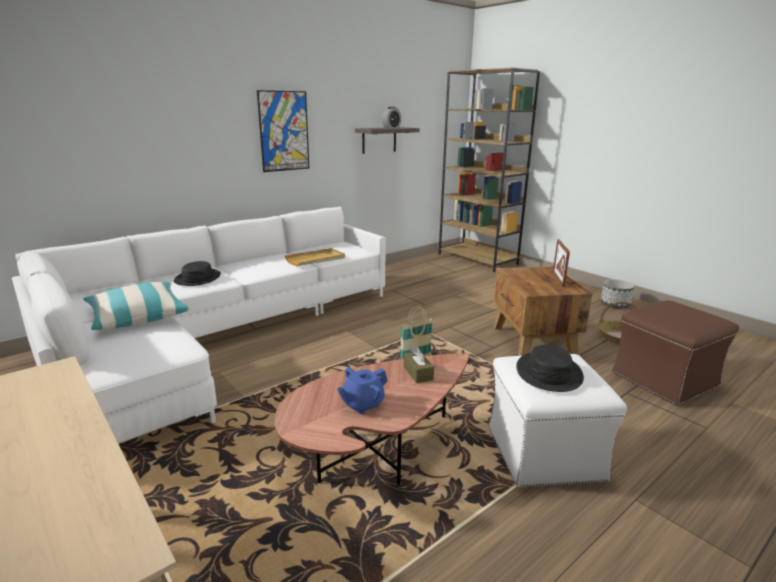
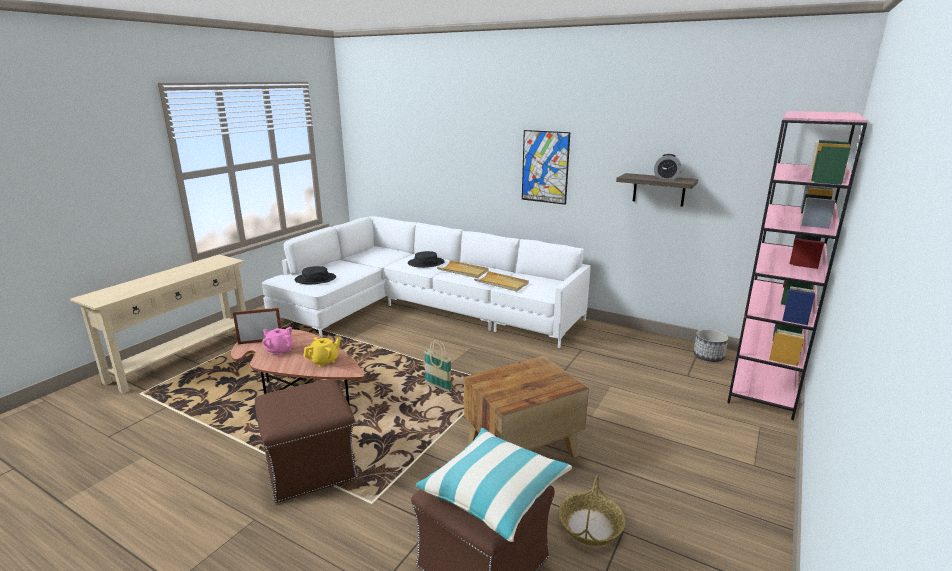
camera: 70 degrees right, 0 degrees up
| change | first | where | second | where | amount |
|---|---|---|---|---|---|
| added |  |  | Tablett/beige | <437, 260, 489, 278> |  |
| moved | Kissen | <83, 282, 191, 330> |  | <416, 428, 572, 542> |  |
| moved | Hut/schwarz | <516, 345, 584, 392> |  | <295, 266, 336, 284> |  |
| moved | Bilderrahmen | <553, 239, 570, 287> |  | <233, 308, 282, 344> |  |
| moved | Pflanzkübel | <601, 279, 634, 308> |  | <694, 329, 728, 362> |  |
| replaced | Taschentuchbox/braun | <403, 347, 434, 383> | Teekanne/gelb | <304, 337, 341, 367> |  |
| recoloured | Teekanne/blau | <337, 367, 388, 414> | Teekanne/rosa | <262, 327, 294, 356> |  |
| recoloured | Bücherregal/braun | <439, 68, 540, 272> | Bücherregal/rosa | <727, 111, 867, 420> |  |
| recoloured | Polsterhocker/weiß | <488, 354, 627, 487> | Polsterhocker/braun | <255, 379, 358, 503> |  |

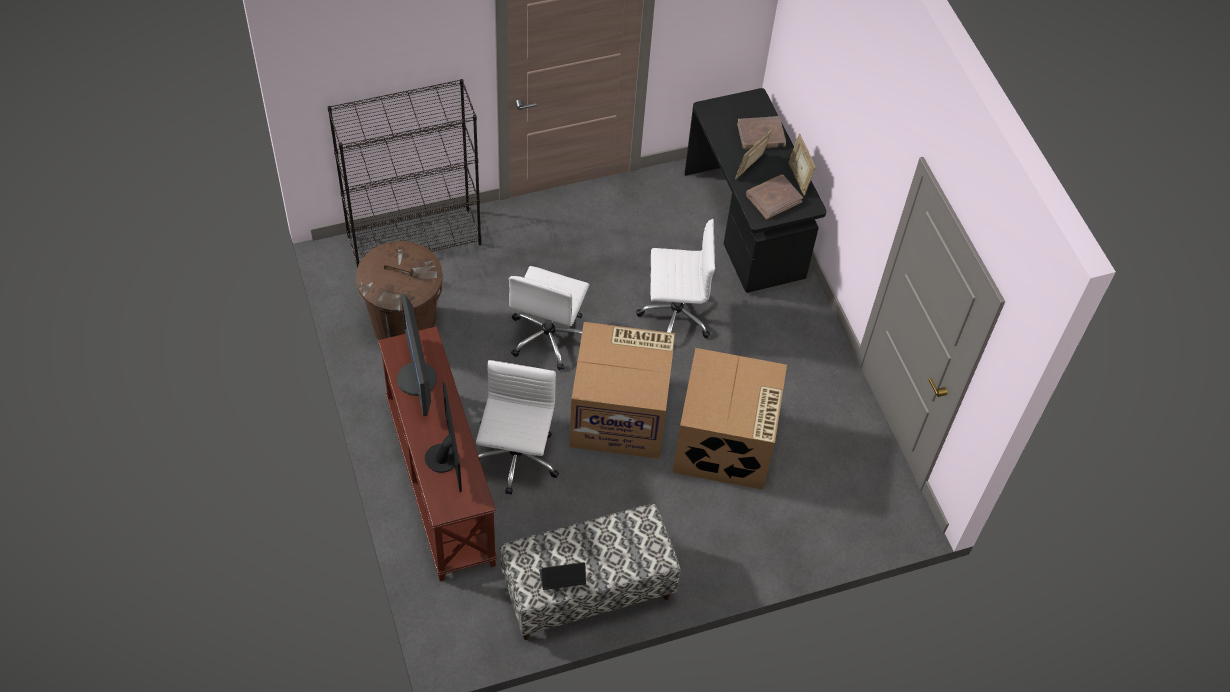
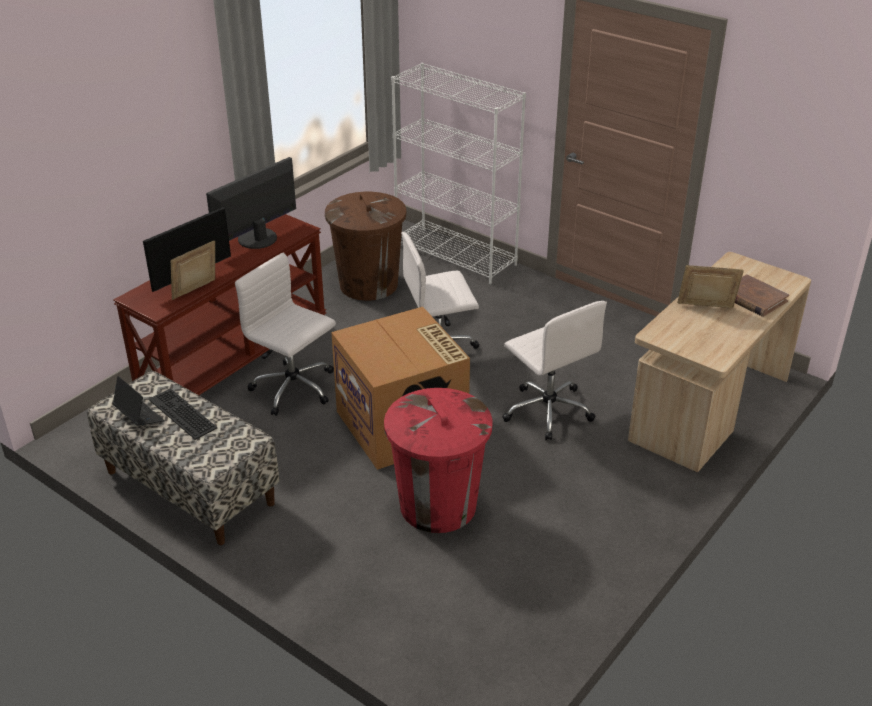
camera: 60 degrees right, 20 degrees down
| change | first | where | second | where | amount |
|---|---|---|---|---|---|
| removed | Buch/braun | <746, 174, 803, 219> |  |  |  |
| added |  |  | Tastatur | <149, 388, 217, 440> |  |
| moved | Bilderrahmen | <789, 134, 816, 196> |  | <171, 241, 215, 300> |  |
| replaced | Karton | <673, 348, 787, 490> | Mülleimer/rot | <384, 388, 493, 533> |  |
| recoloured | Bücherregal/schwarz | <327, 79, 481, 268> | Bücherregal/weiß | <391, 63, 526, 284> |  |
| recoloured | Schreibtisch/schwarz | <684, 88, 827, 293> | Schreibtisch/beige | <628, 252, 811, 473> |  |
| turned | Bürostuhl/weiß | <476, 360, 559, 495> |  | <235, 253, 336, 416> | 120 degrees counterclockwise |

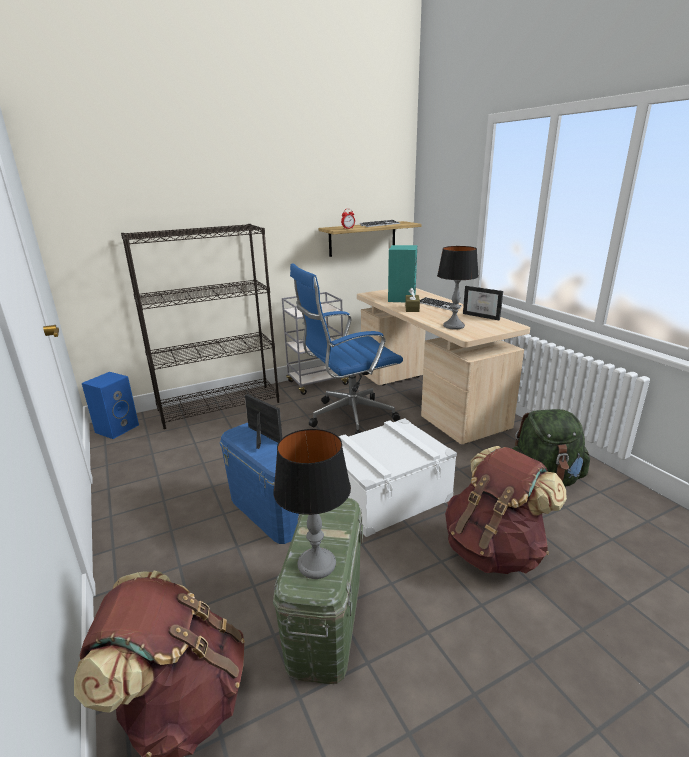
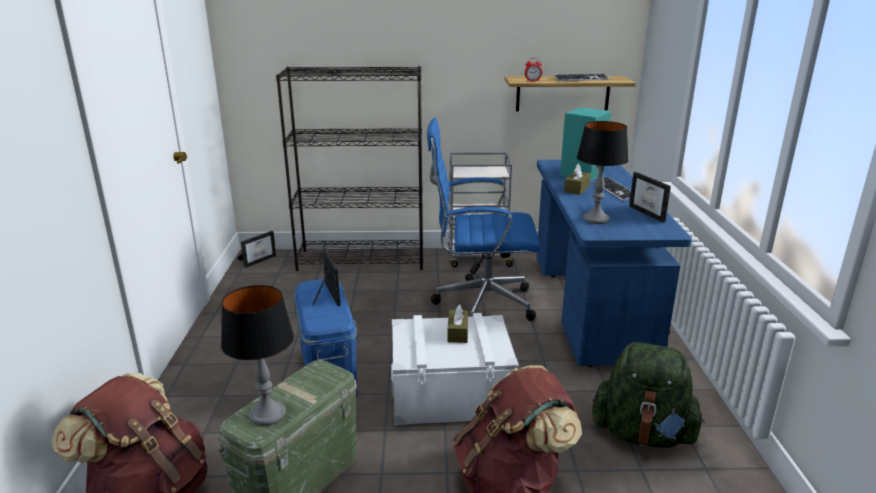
camera: 25 degrees right, 0 degrees up
| change | first | where | second | where | amount |
|---|---|---|---|---|---|
| added |  |  | Taschentuchbox/braun | <448, 305, 468, 343> |  |
| replaced | Lautsprecher/blau | <82, 372, 139, 439> | Bilderrahmen | <238, 231, 276, 268> |  |
| recoloured | Schreibtisch/beige | <357, 288, 530, 444> | Schreibtisch/blau | <537, 160, 692, 367> |  |

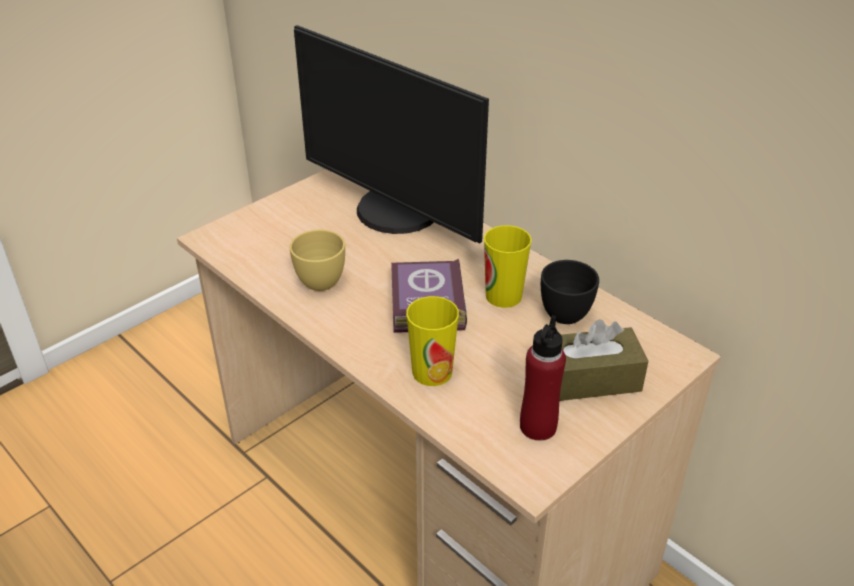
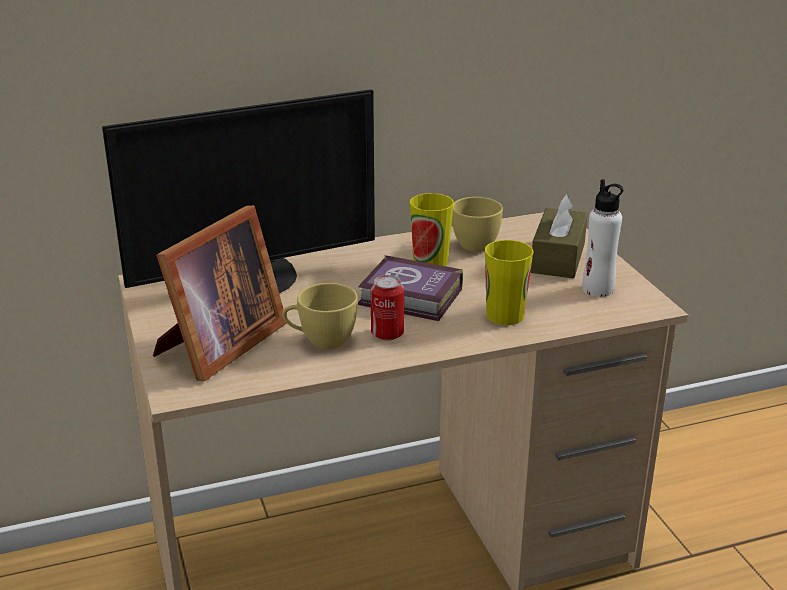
camera: 65 degrees left, 10 degrees down
| change | first | where | second | where | amount |
|---|---|---|---|---|---|
| added |  |  | Bilderrahmen | <153, 205, 287, 381> |  |
| added |  |  | Dose | <371, 275, 404, 341> |  |
| recoloured | Flasche/rot | <520, 315, 566, 441> | Flasche/weiß | <583, 179, 623, 297> |  |
| recoloured | Tasse/schwarz | <541, 260, 599, 324> | Tasse/gelb | <451, 197, 503, 252> |  |

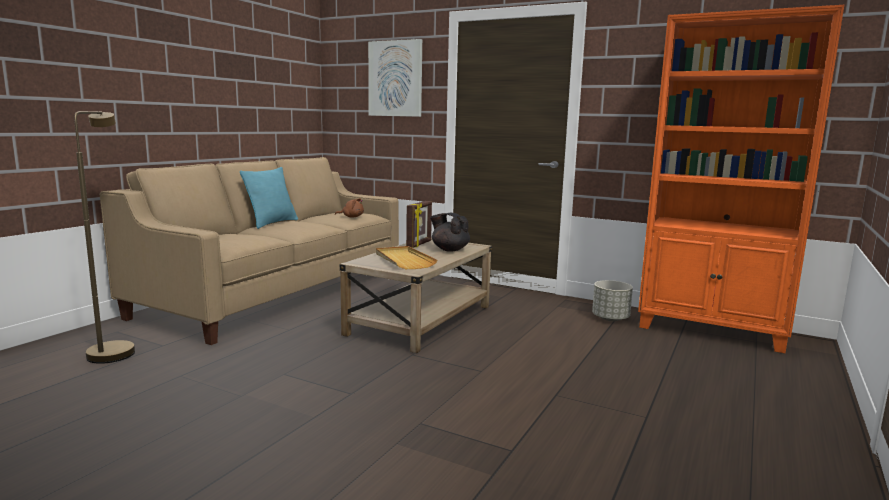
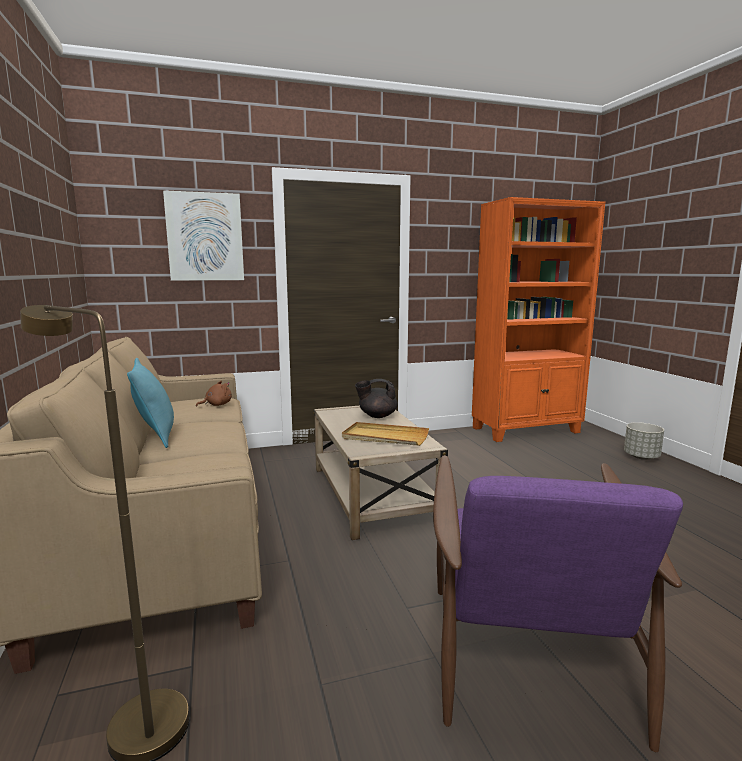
camera: 45 degrees left, 0 degrees up
| change | first | where | second | where | amount |
|---|---|---|---|---|---|
| removed | Bilderrahmen | <406, 201, 432, 248> |  |  |  |
| added |  |  | Sessel/lila | <433, 455, 683, 752> |  |
| moved | Pflanzkübel/grau | <592, 280, 633, 321> |  | <624, 422, 664, 460> |  |

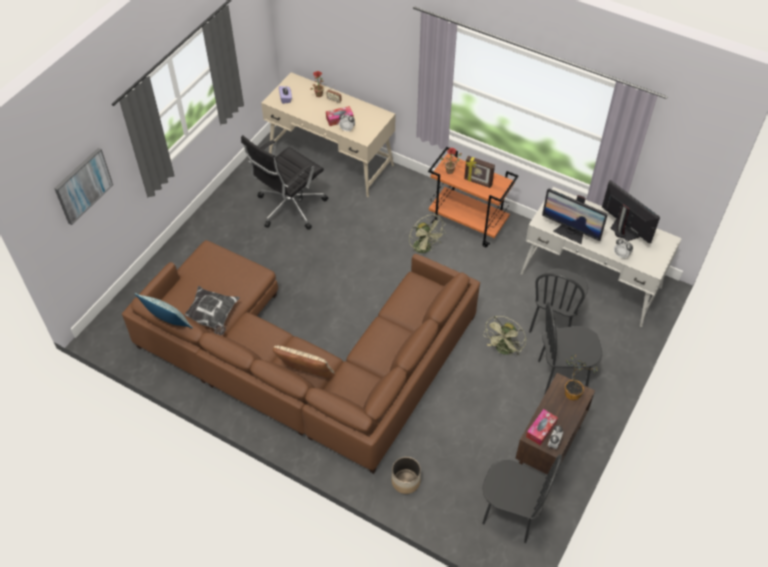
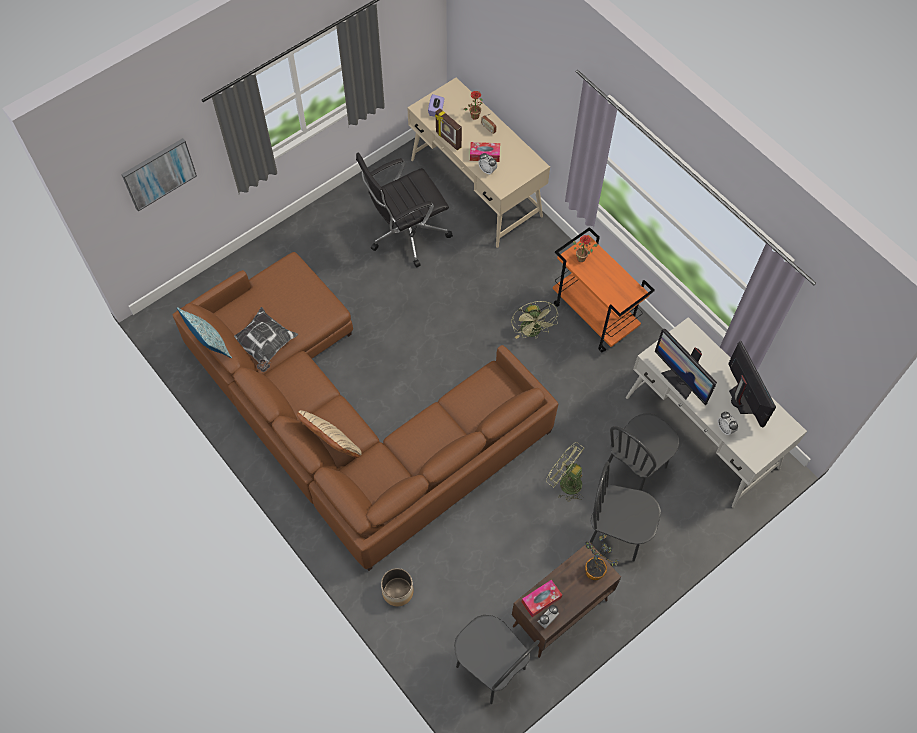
camera: 20 degrees right, 10 degrees up
| change | first | where | second | where | amount |
|---|---|---|---|---|---|
| moved | Bilderrahmen | <464, 156, 495, 188> |  | <435, 109, 462, 150> |  |
| turned | Ventilator/grün | <483, 316, 526, 356> |  | <546, 442, 584, 502> | 75 degrees clockwise |

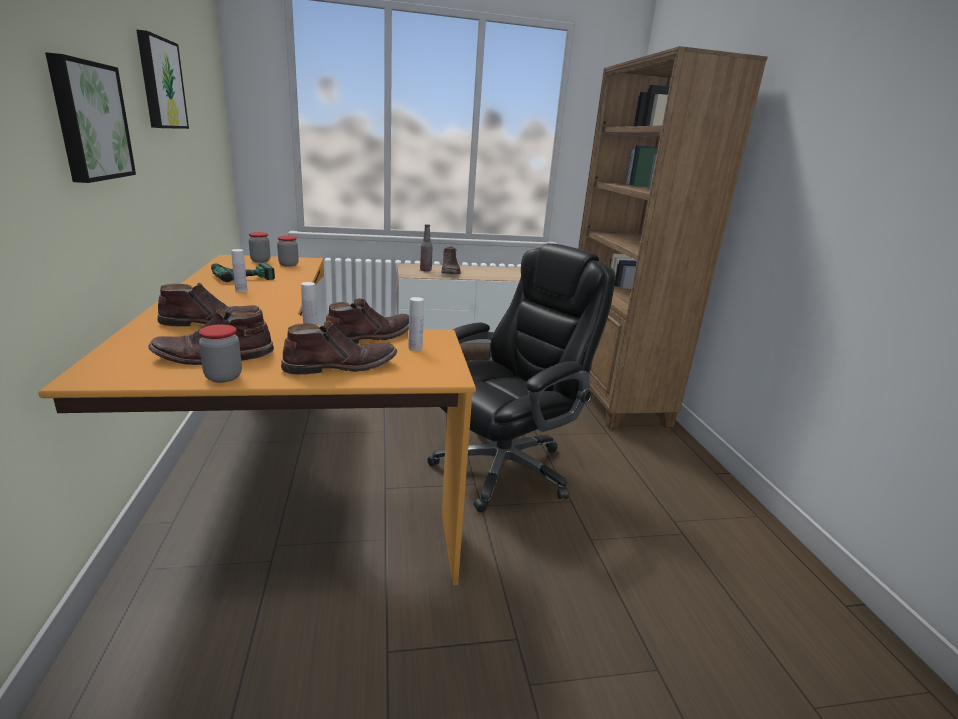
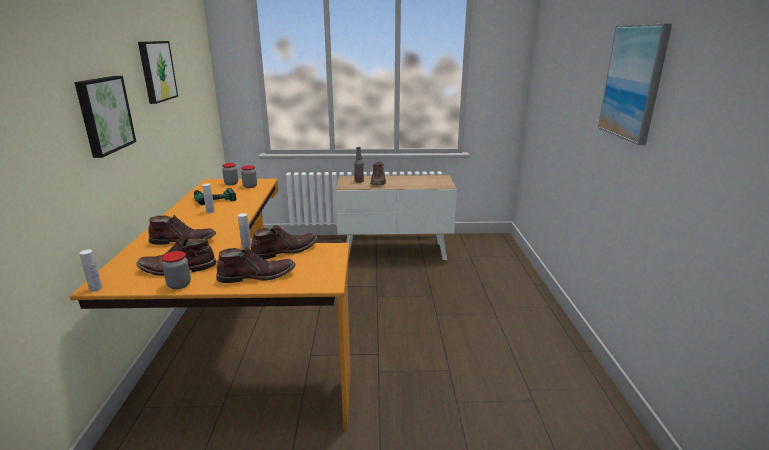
camera: 10 degrees right, 0 degrees up
| change | first | where | second | where | amount |
|---|---|---|---|---|---|
| removed | Bürostuhl/schwarz | <427, 243, 615, 513> |  |  |  |
| removed | Bücherregal/braun | <578, 46, 768, 429> |  |  |  |
| added |  |  | Bild | <598, 24, 672, 145> |  |
| moved | Flasche/weiß | <408, 297, 424, 351> |  | <79, 250, 102, 292> |  |

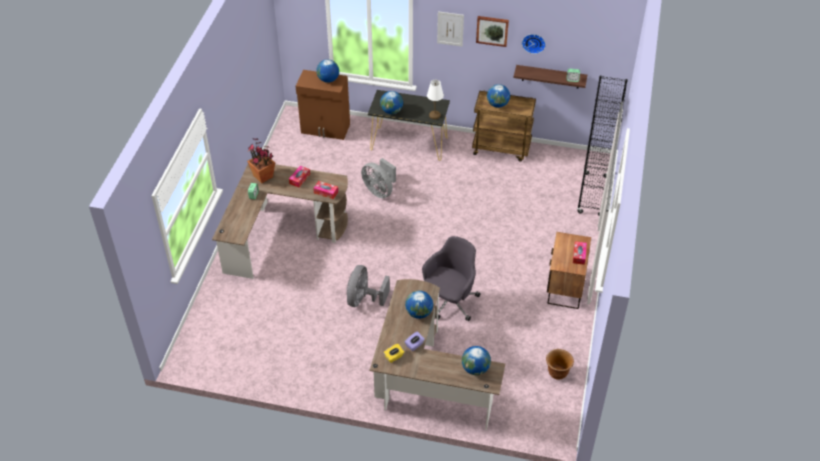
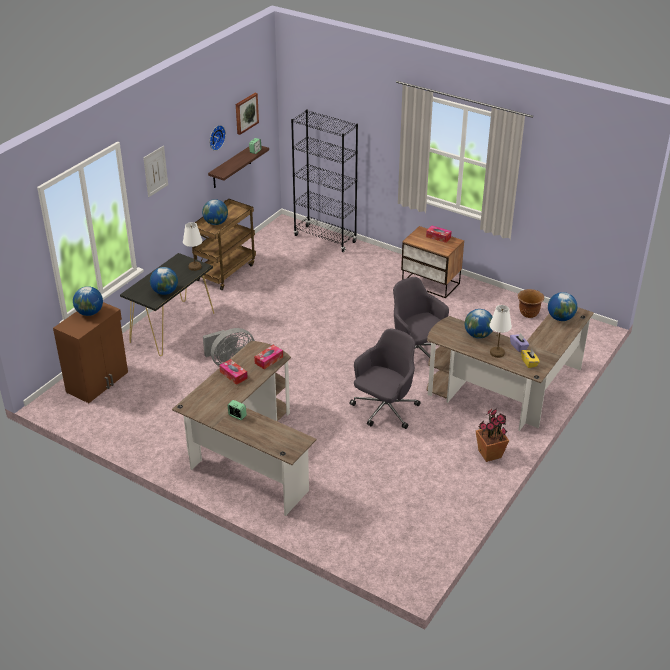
camera: 70 degrees left, 10 degrees down
| change | first | where | second | where | amount |
|---|---|---|---|---|---|
| added |  |  | Tischlampe/weiß | <490, 305, 512, 358> |  |
| moved | Topfpflanze | <247, 139, 275, 184> |  | <475, 409, 509, 462> |  |
| moved | Bild | <476, 16, 509, 47> |  | <236, 93, 259, 135> |  |
| replaced | Ventilator/grau | <347, 265, 390, 307> | Bürostuhl/grau | <349, 329, 421, 429> |  |

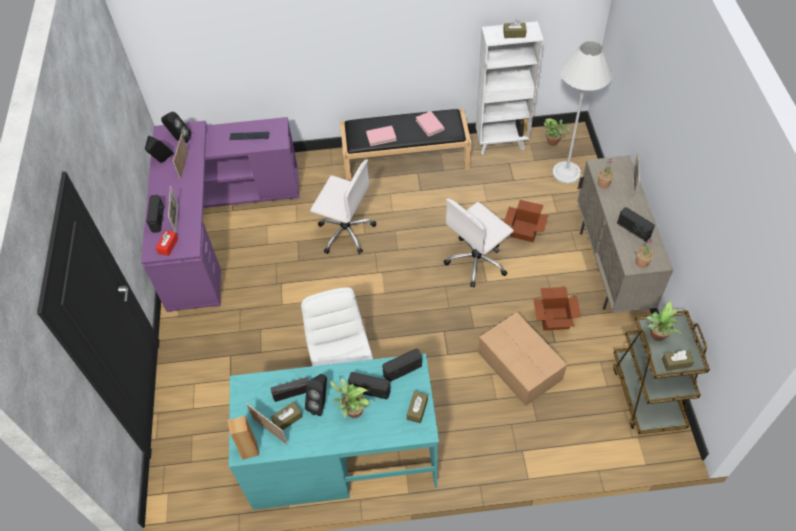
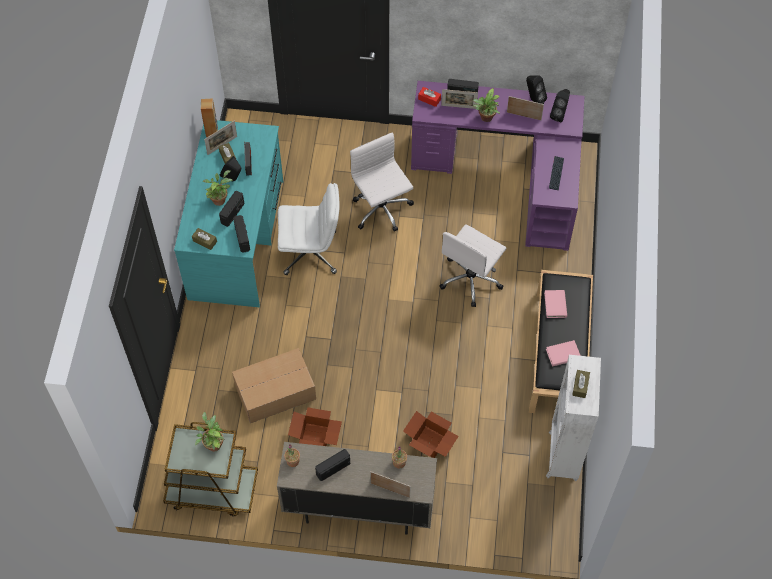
camera: 100 degrees right, 5 degrees up
| change | first | where | second | where | amount |
|---|---|---|---|---|---|
| removed | Stehlampe/weiß | <552, 41, 613, 184> |  |  |  |
| removed | Taschentuchbox/braun | <662, 350, 694, 371> |  |  |  |
| moved | Bürostuhl/weiß | <444, 198, 514, 288> |  | <350, 133, 414, 232> |  |
| moved | Topfpflanze | <544, 118, 570, 146> |  | <472, 88, 500, 122> |  |

